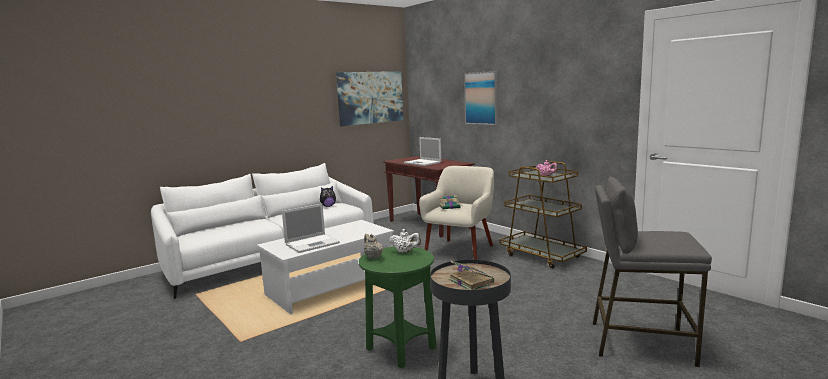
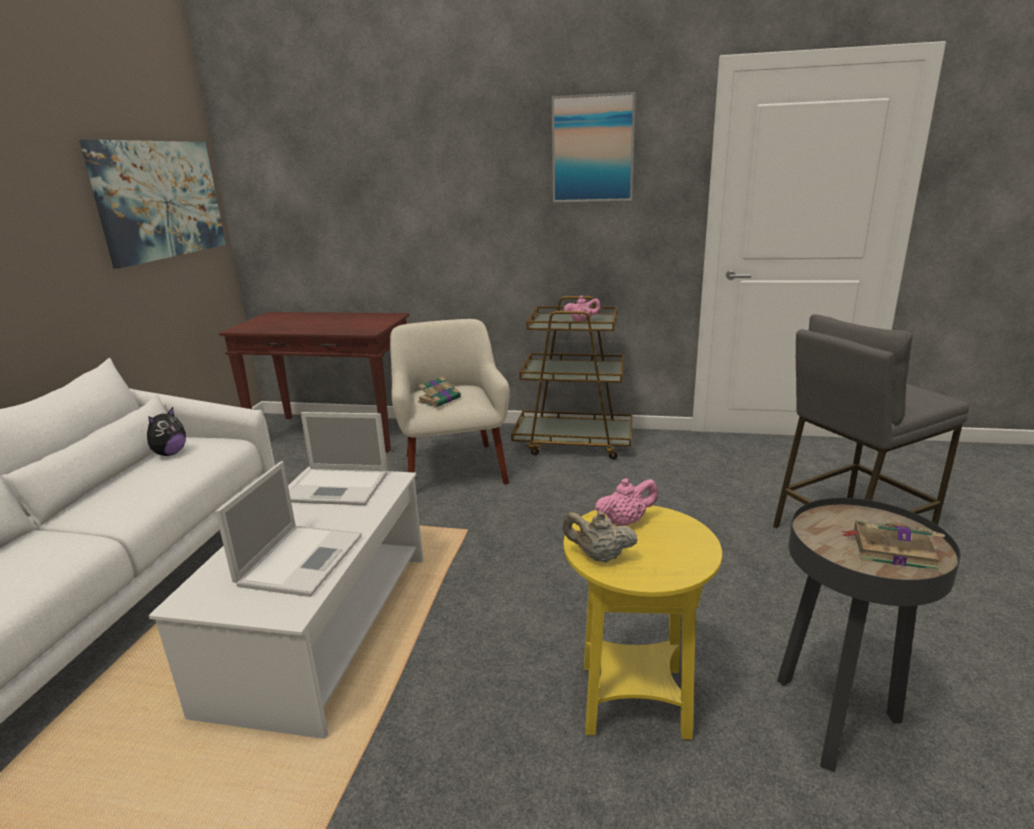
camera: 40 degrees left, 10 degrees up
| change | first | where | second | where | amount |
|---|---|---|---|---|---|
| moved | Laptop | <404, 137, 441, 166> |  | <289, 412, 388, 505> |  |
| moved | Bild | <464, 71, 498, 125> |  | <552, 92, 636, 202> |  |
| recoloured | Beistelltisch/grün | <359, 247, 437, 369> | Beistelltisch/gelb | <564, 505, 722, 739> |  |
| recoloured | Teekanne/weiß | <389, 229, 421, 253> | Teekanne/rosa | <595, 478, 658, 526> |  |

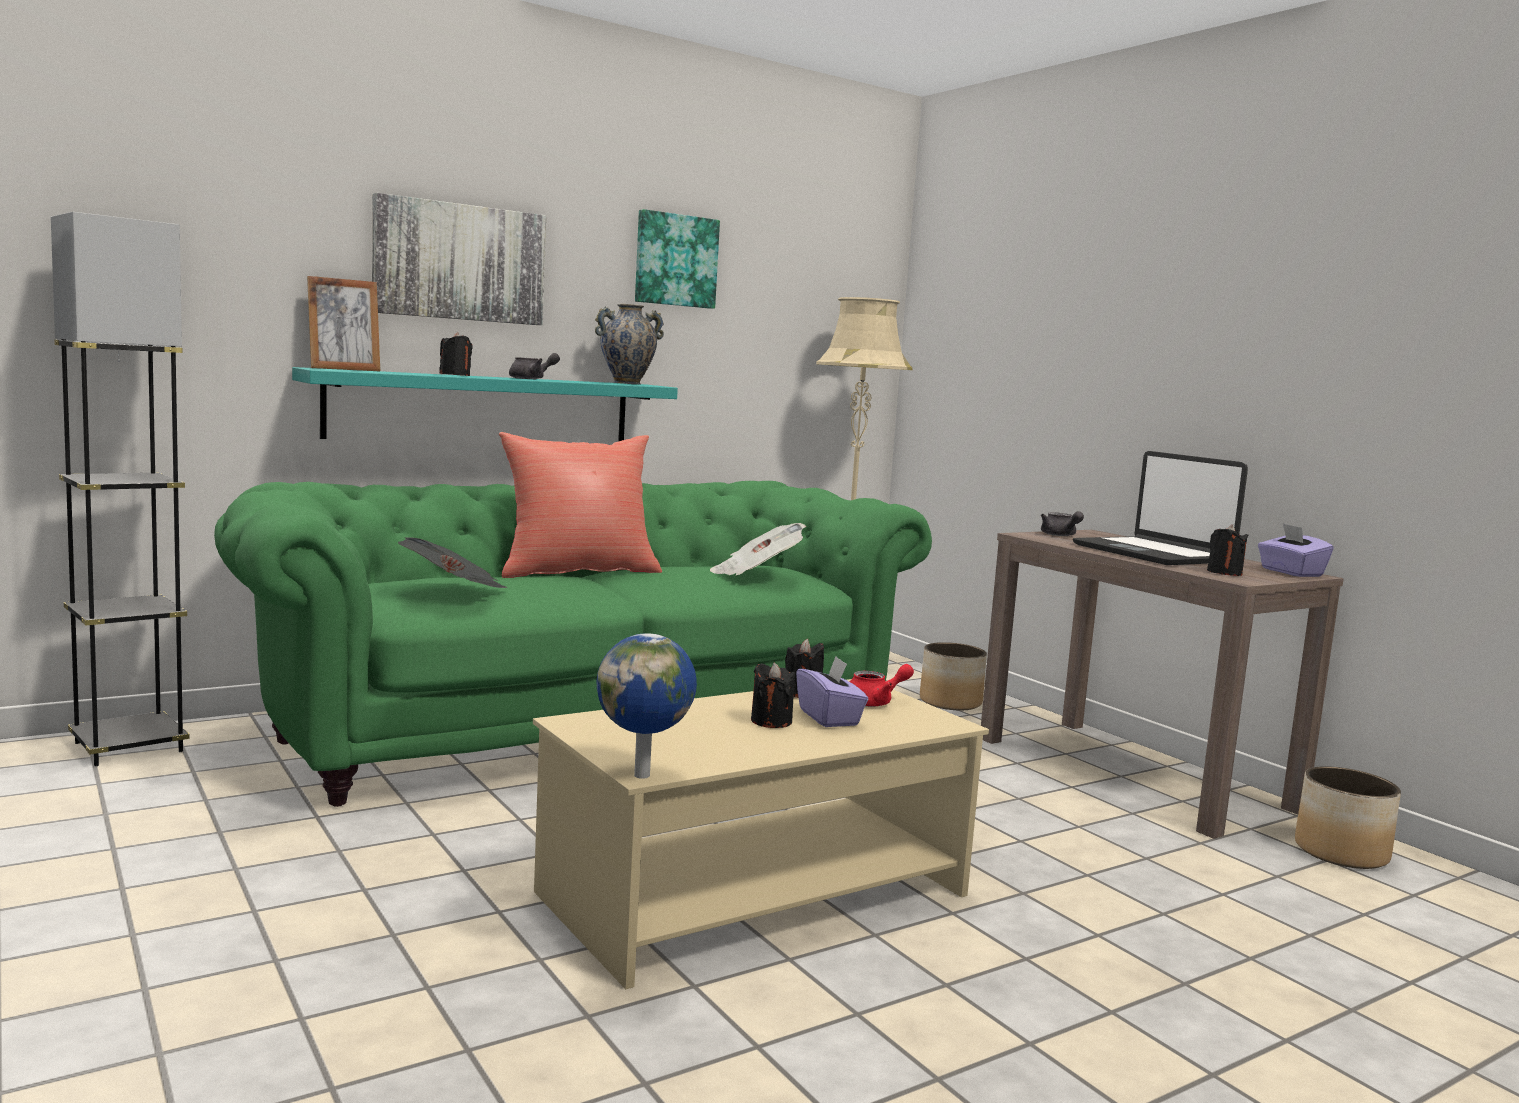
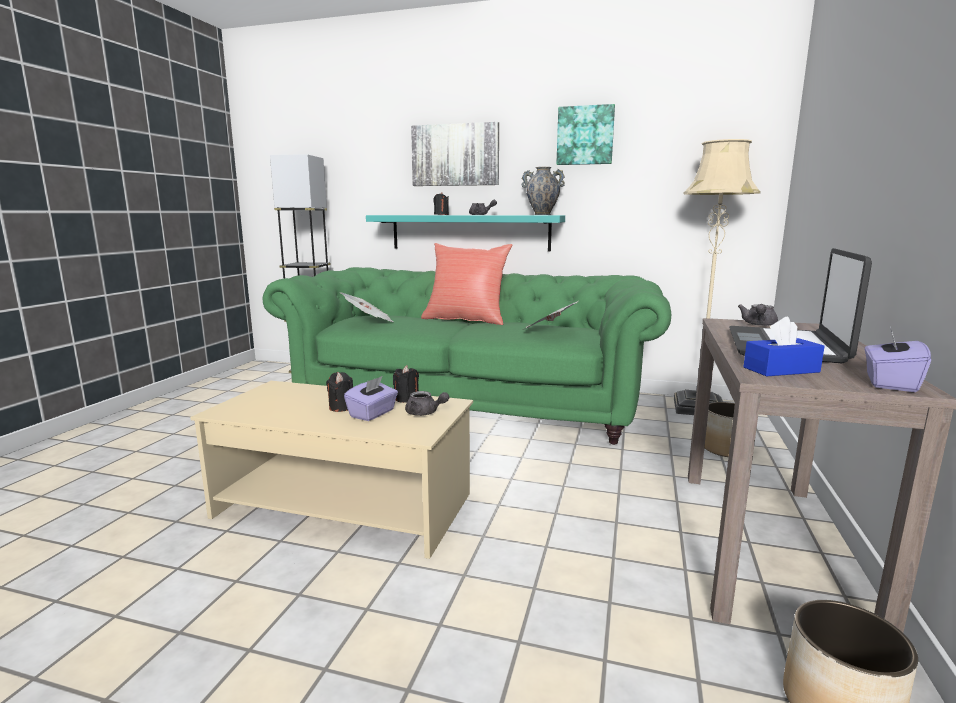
camera: 50 degrees right, 5 degrees up
| change | first | where | second | where | amount |
|---|---|---|---|---|---|
| removed | Bilderrahmen | <307, 276, 380, 371> |  |  |  |
| removed | Globus | <596, 633, 697, 779> |  |  |  |
| replaced | Kerze/schwarz | <1207, 525, 1249, 576> | Taschentuchbox/blau | <743, 317, 825, 376> |  |
| recoloured | Teekanne/rot | <850, 664, 914, 707> | Teekanne/grau | <405, 391, 449, 416> |  |

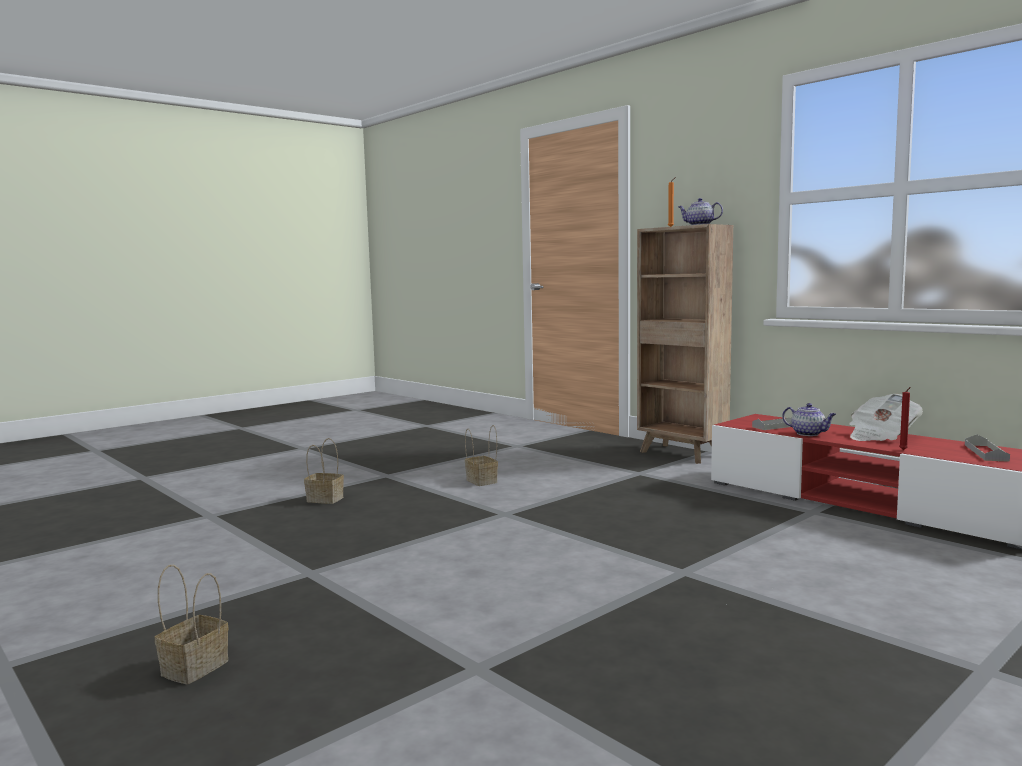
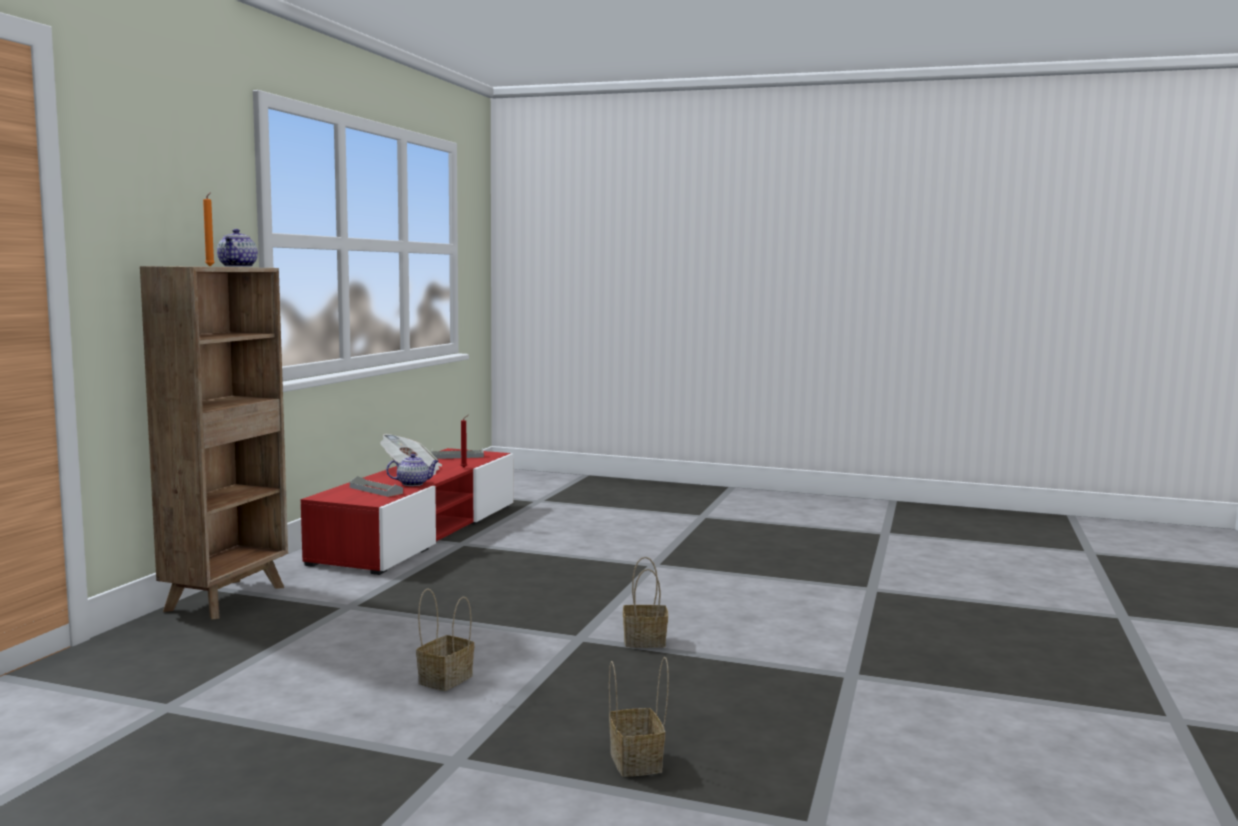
camera: 120 degrees left, 0 degrees up
| change | first | where | second | where | amount |
|---|---|---|---|---|---|
| moved | Korb | <155, 565, 228, 684> |  | <623, 557, 668, 648> |  |
| turned | Teekanne | <782, 403, 836, 436> |  | <386, 454, 438, 486> | 60 degrees clockwise |

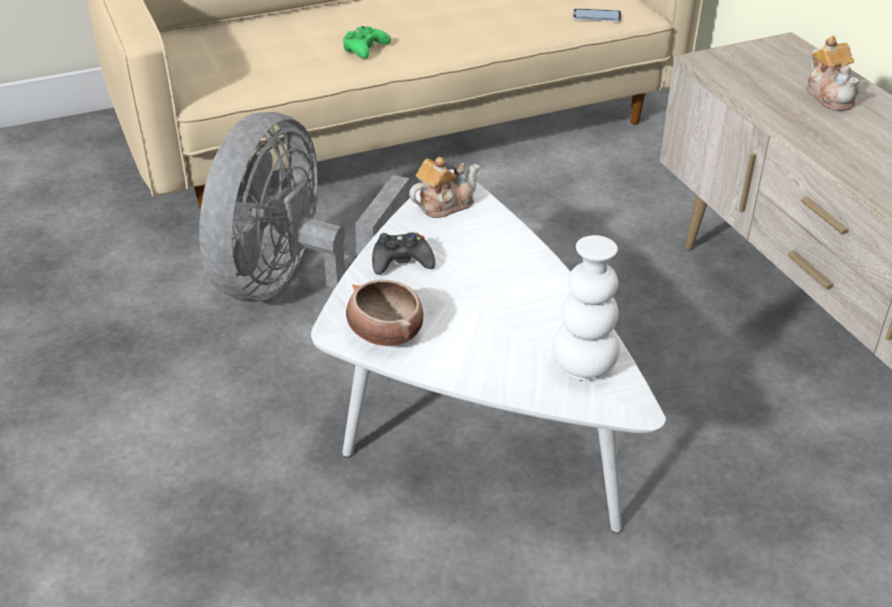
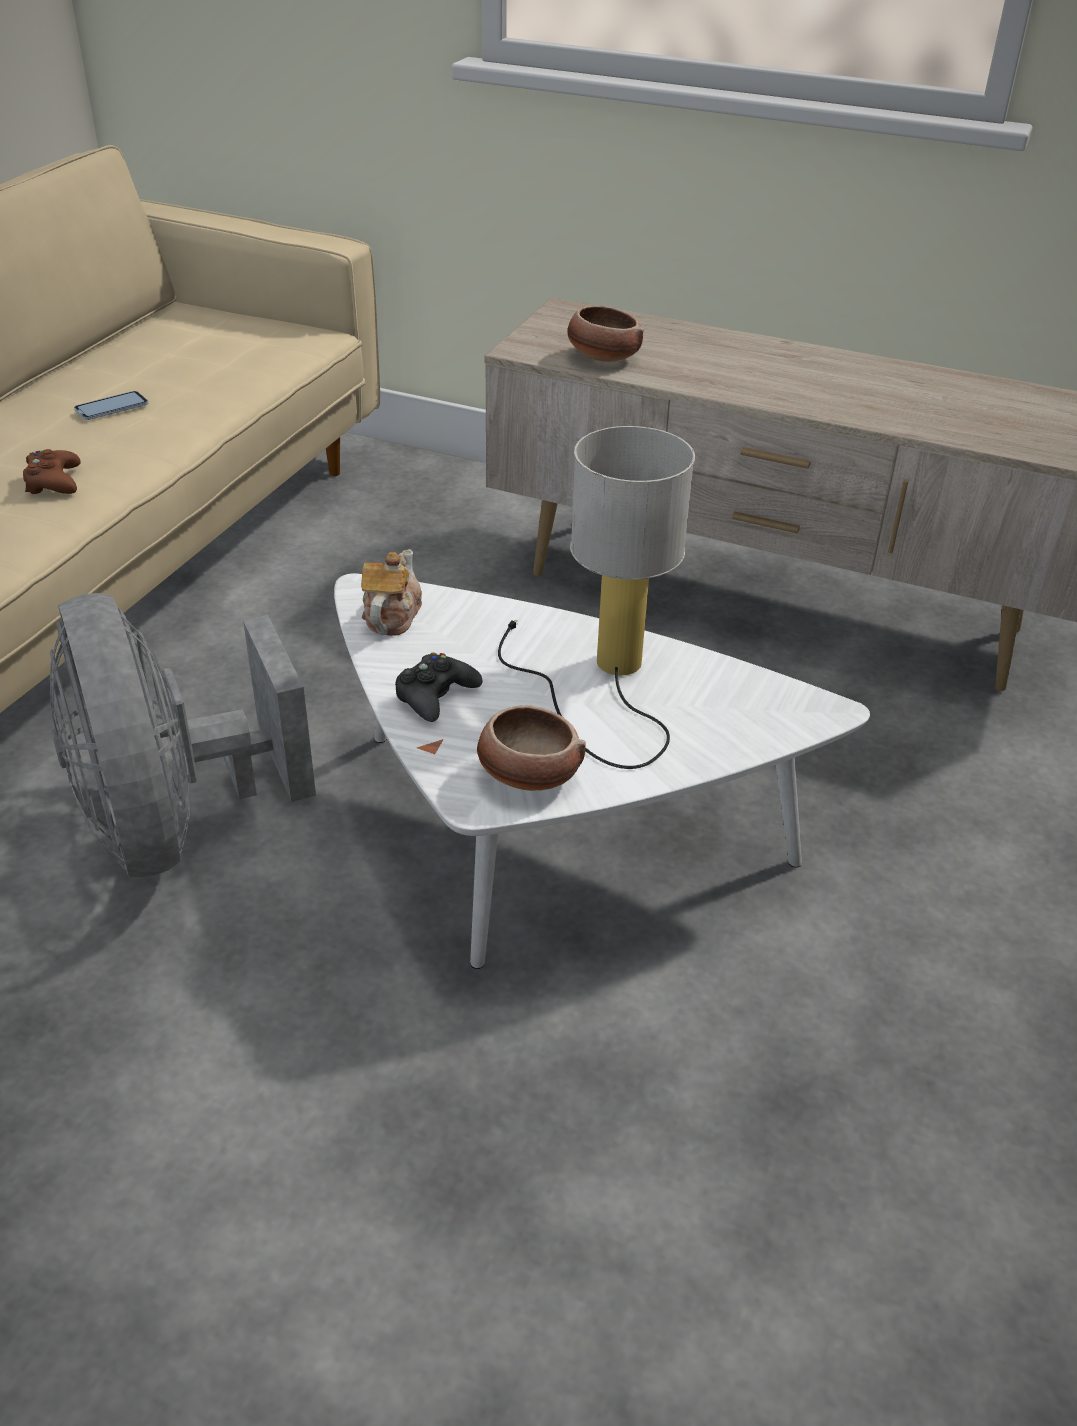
camera: 45 degrees left, 0 degrees up
| change | first | where | second | where | amount |
|---|---|---|---|---|---|
| removed | Vase/weiß | <553, 235, 620, 381> |  |  |  |
| removed | Teekanne | <807, 36, 860, 111> |  |  |  |
| added |  |  | Tischlampe | <498, 426, 695, 769> |  |
| added |  |  | Schüssel | <567, 306, 644, 362> |  |
| moved | Handy | <573, 8, 621, 22> |  | <74, 391, 148, 420> |  |
| recoloured | Gamepad/grün | <343, 26, 391, 59> | Gamepad/braun | <23, 449, 81, 494> |  |

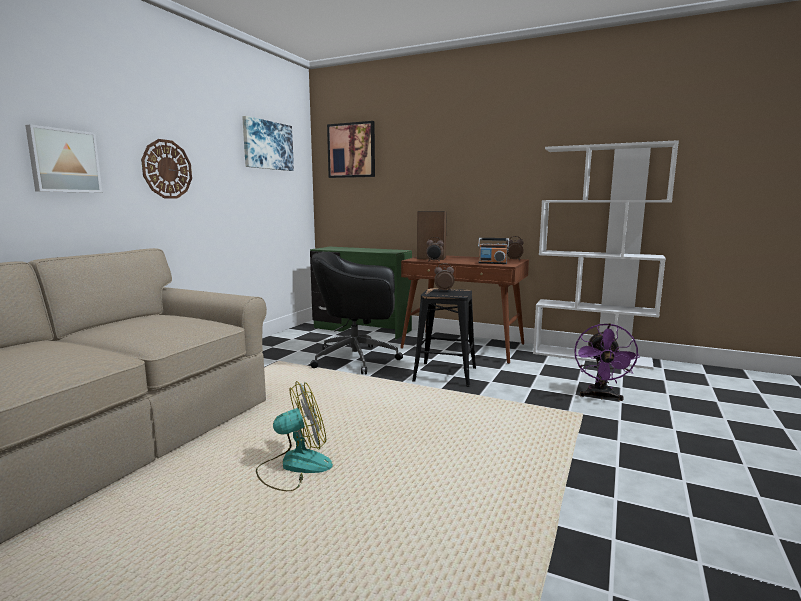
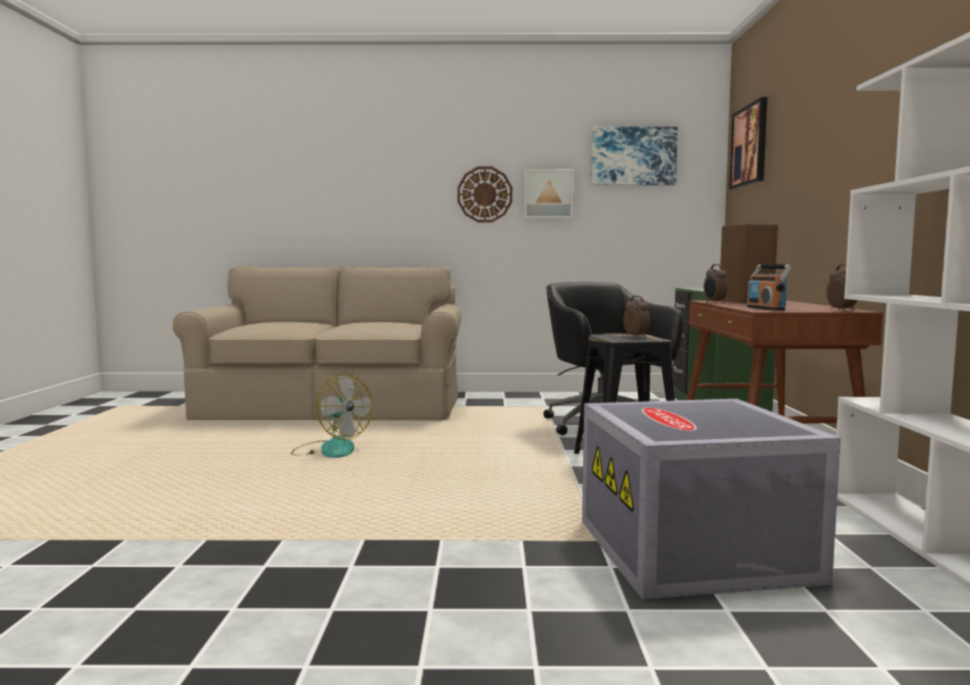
camera: 65 degrees right, 5 degrees down
| change | first | where | second | where | amount |
|---|---|---|---|---|---|
| moved | Bild | <25, 125, 102, 193> |  | <524, 169, 573, 218> |  |
| replaced | Ventilator/lila | <574, 323, 640, 401> | Aufbewahrungsbox/grau | <582, 399, 841, 599> |  |

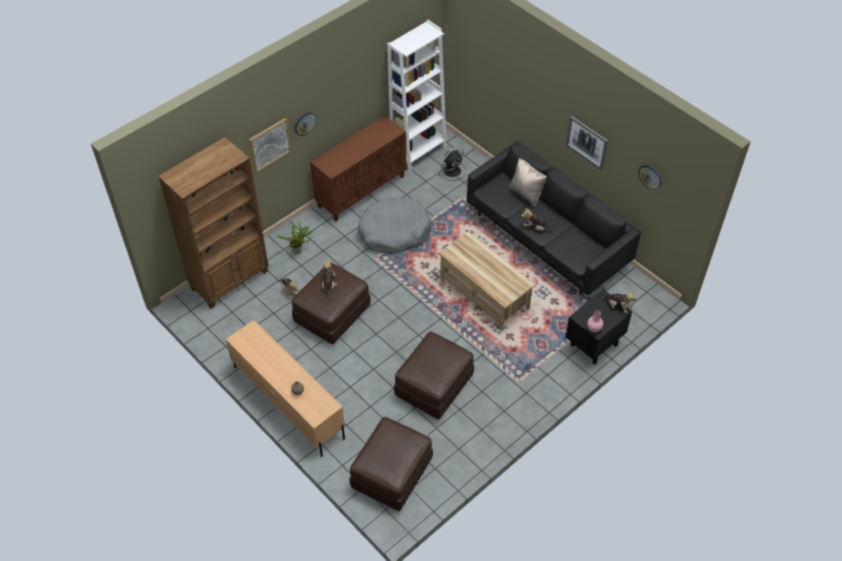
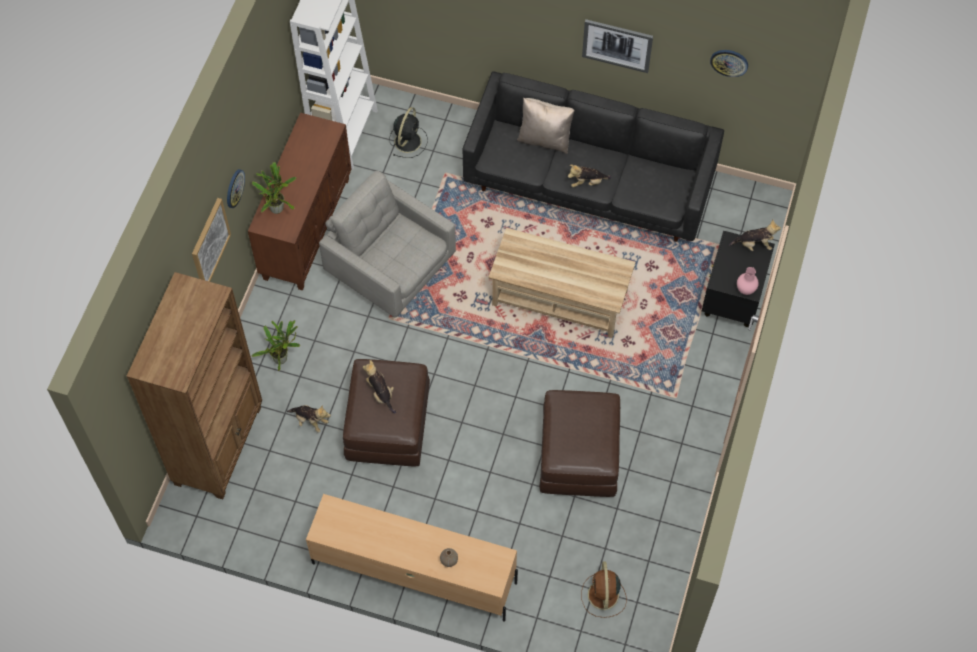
camera: 30 degrees left, 10 degrees up
| change | first | where | second | where | amount |
|---|---|---|---|---|---|
| added |  |  | Topfpflanze | <252, 162, 297, 214> |  |
| replaced | Polsterhocker/braun | <349, 417, 433, 511> | Ventilator/braun | <581, 561, 627, 618> |  |
| replaced | Hundebett/grau | <358, 198, 432, 254> | Sessel/grau | <319, 171, 456, 317> |  |

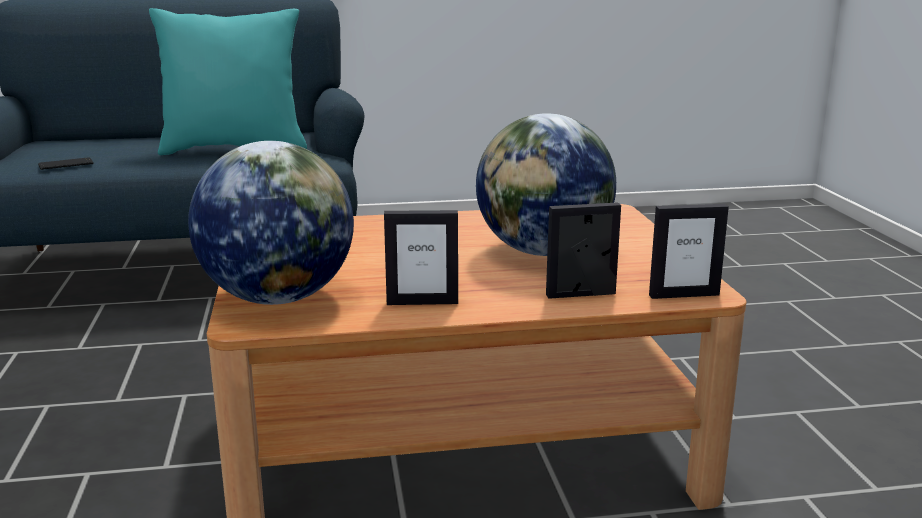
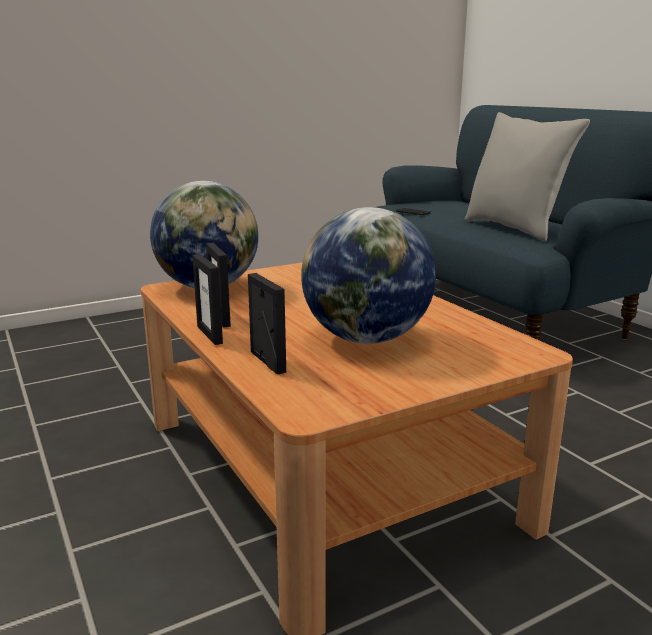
camera: 70 degrees right, 0 degrees up
| change | first | where | second | where | amount |
|---|---|---|---|---|---|
| moved | Bilderrahmen | <649, 204, 729, 299> |  | <192, 254, 223, 345> |  |
| recoloured | Kissen/türkis | <149, 8, 307, 155> | Kissen/grau | <465, 112, 590, 242> |  |

